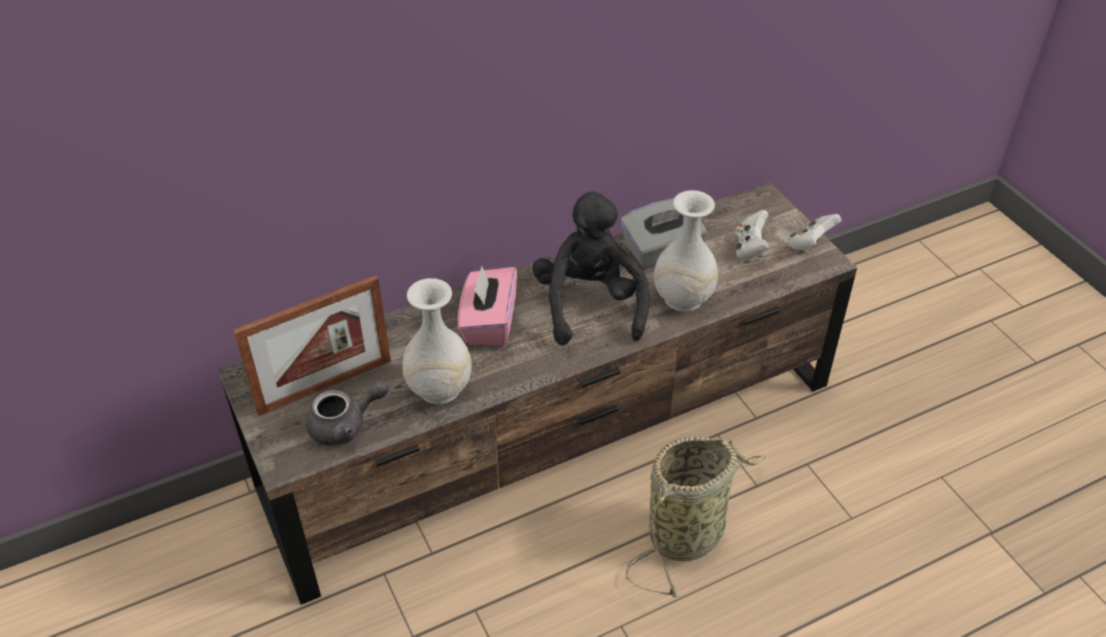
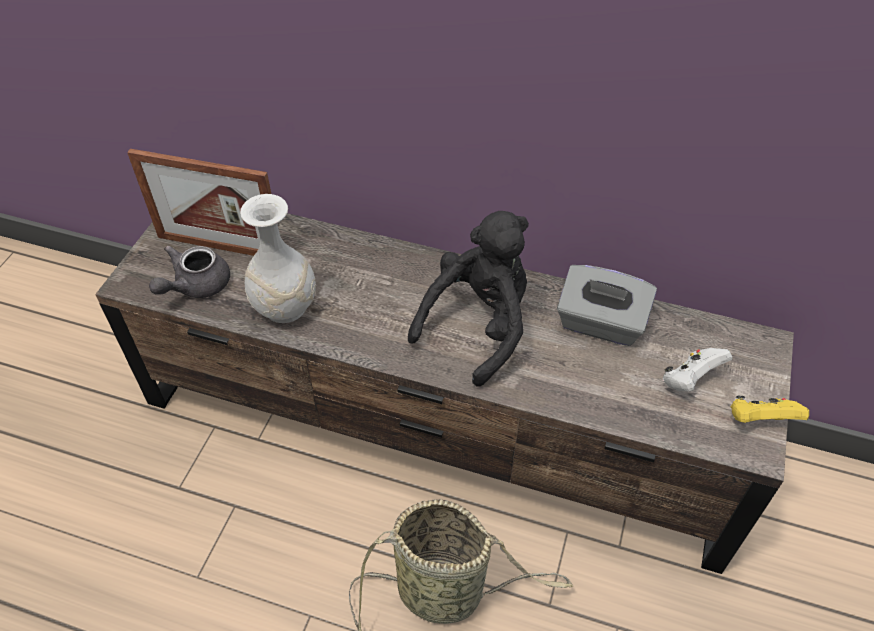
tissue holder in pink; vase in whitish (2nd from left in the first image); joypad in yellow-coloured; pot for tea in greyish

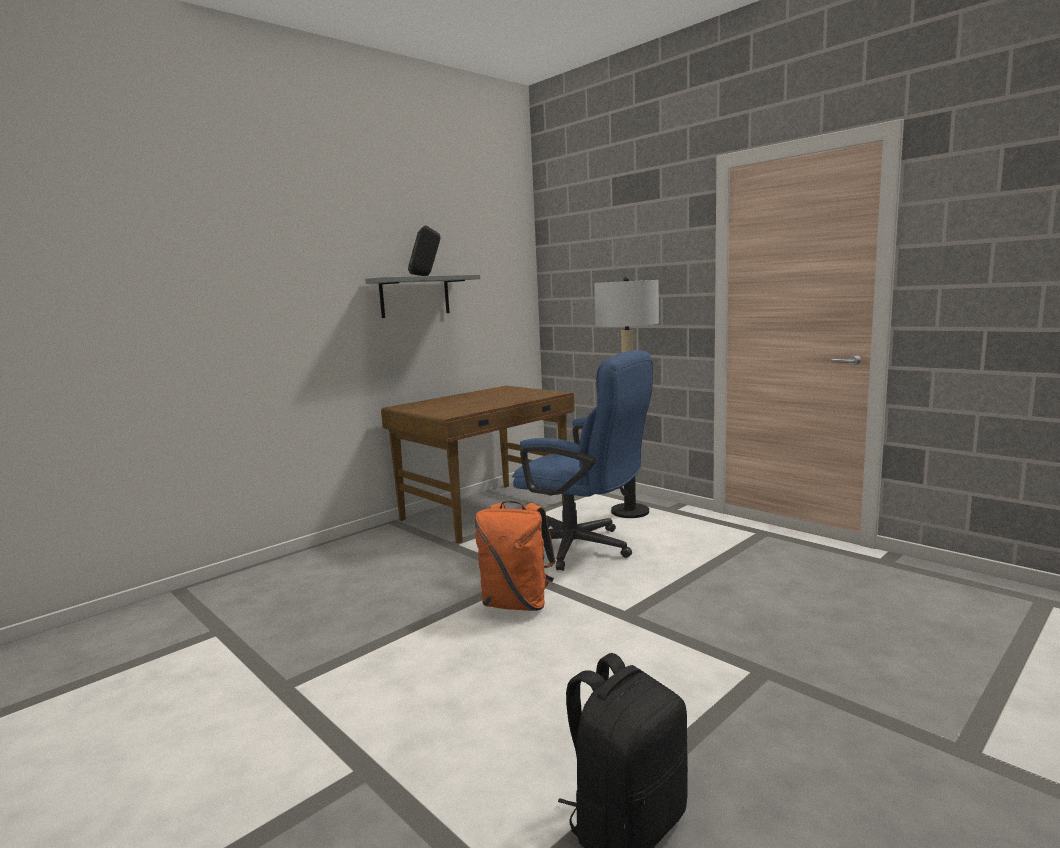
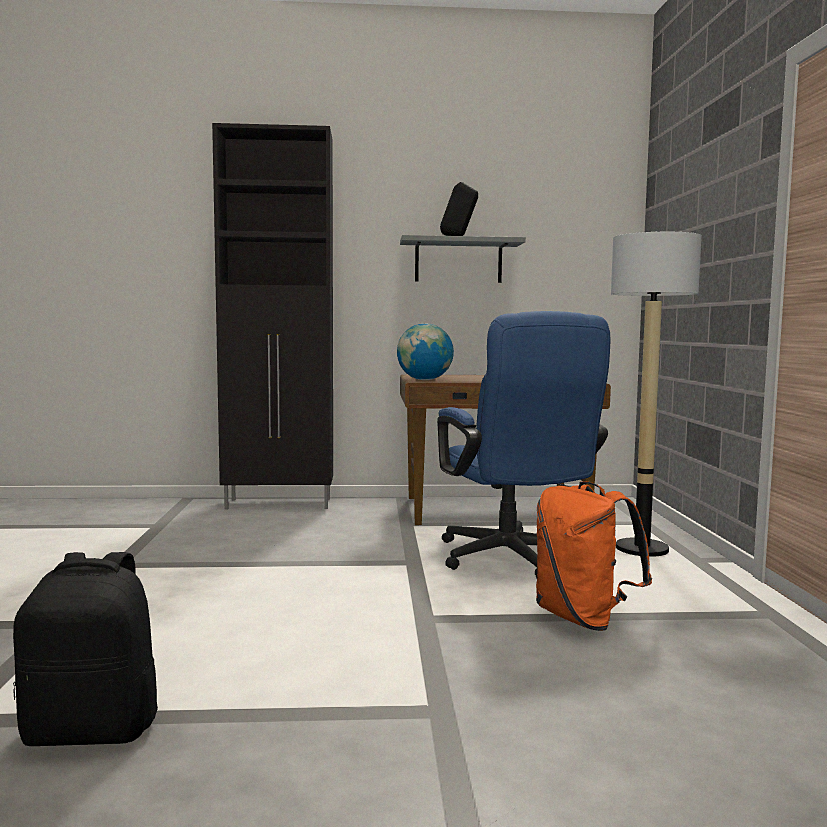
cabinet in black-coloured; globe; backpack in orange

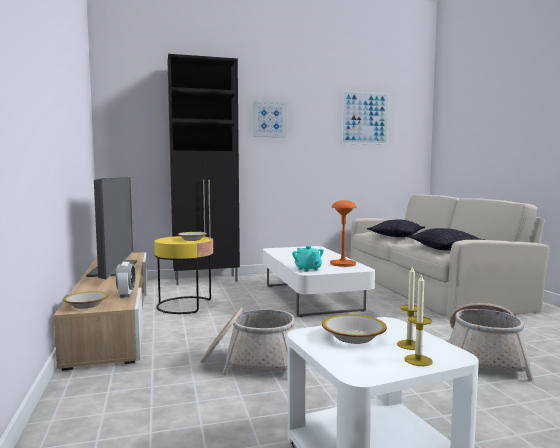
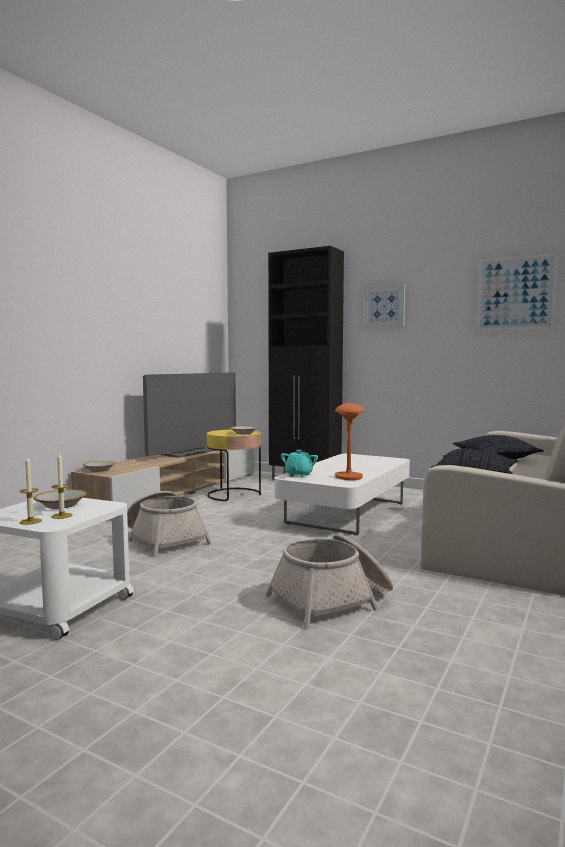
alarm clock

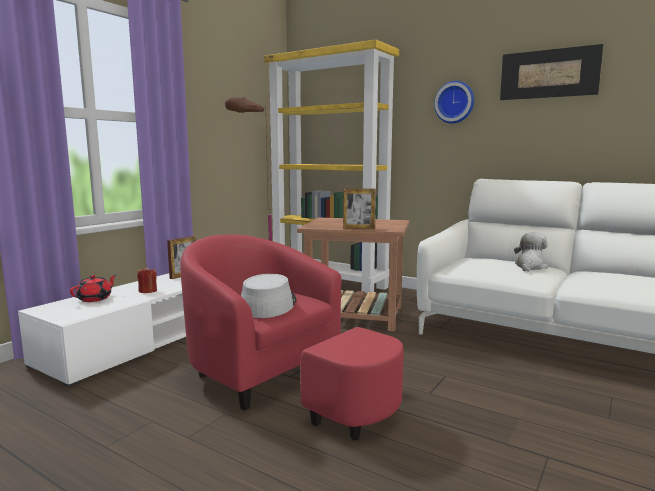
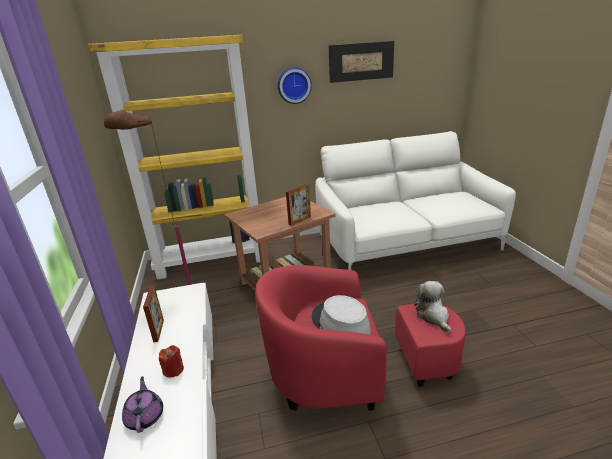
cuddly toy; pot for tea in purple-coloured

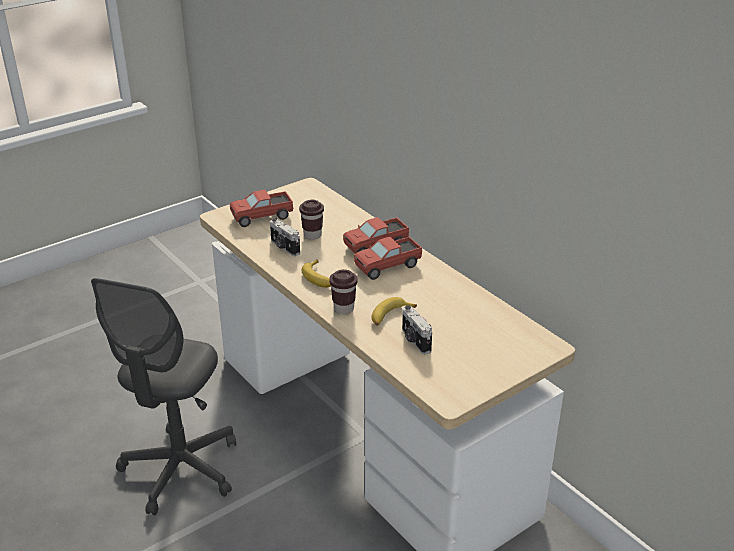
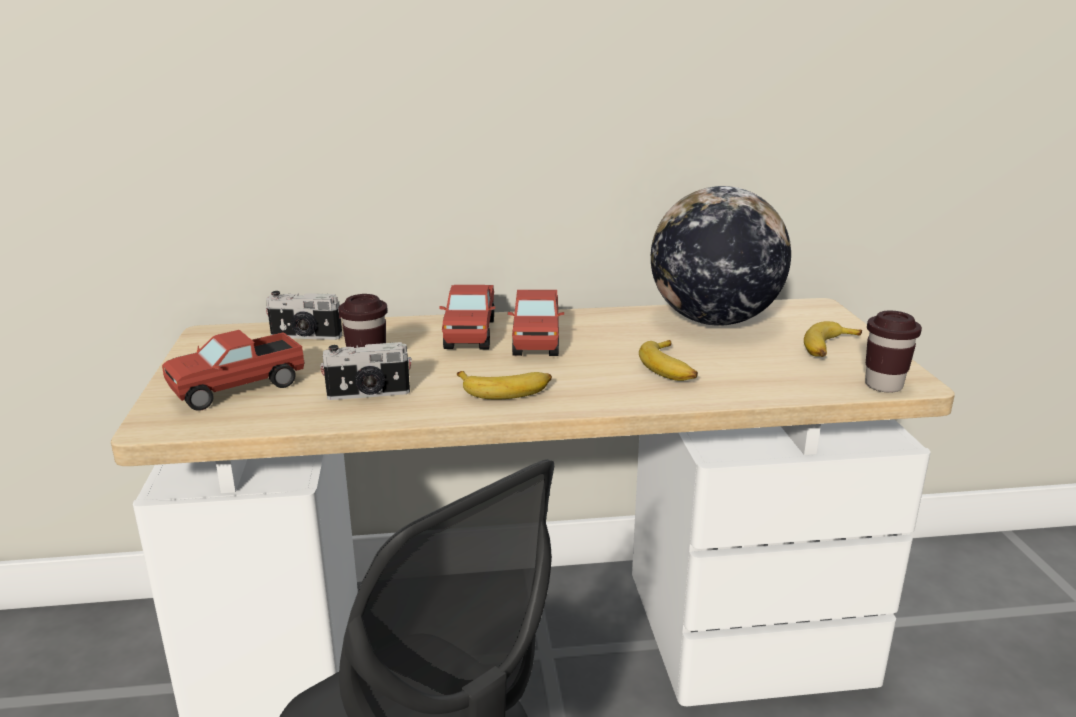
globe; banana fruit (3rd from left); drinking cup in brown-coloured (2nd from left); still camera (1st from left); model truck (1st from left)

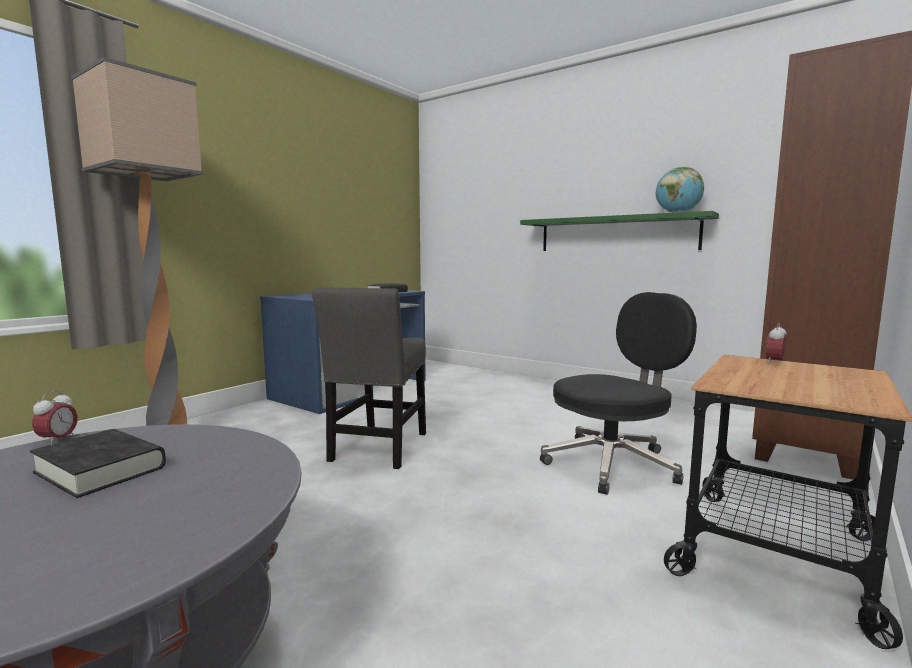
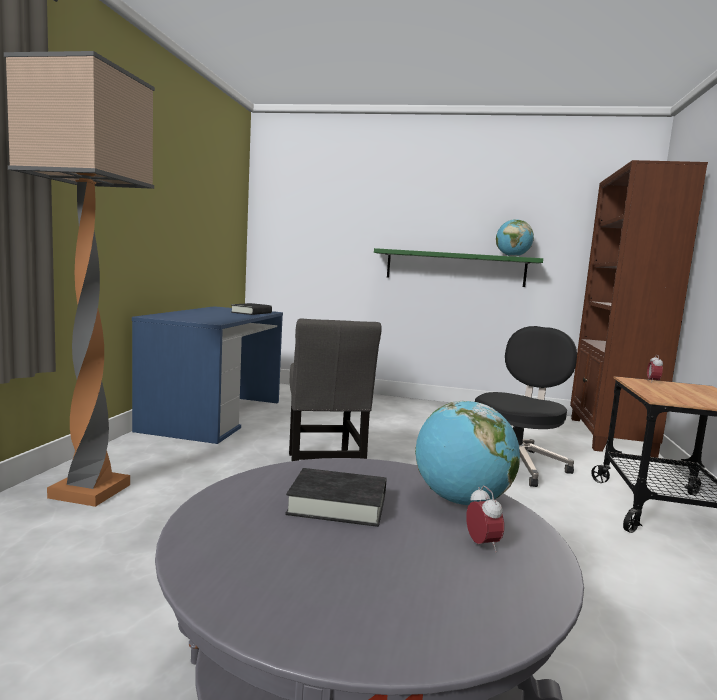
globe (1st from left); alarm clock (1st from left)

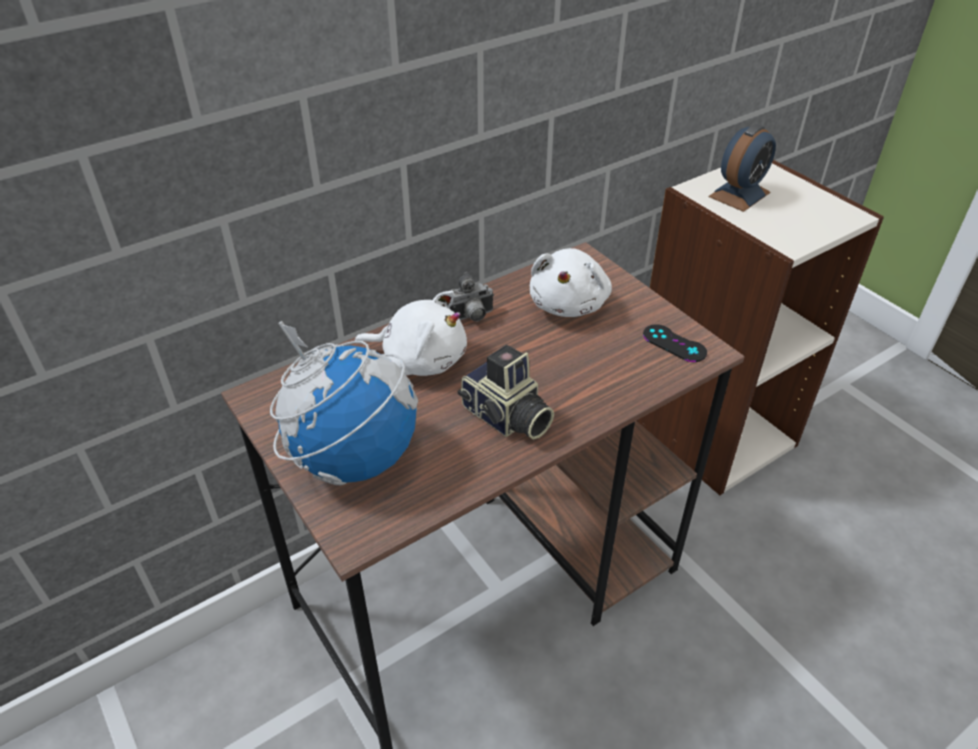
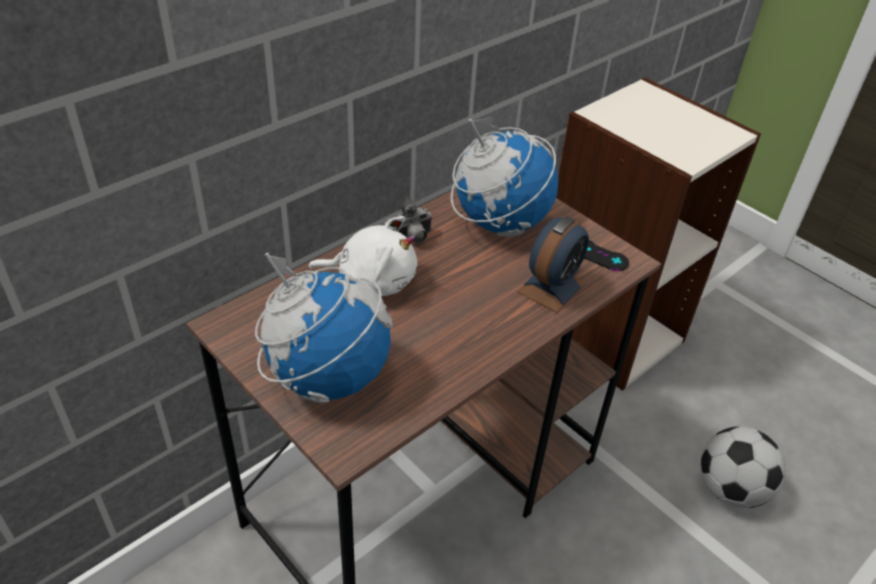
still camera (2nd from left in the first image); football ball; alarm clock; globe (2nd from left)

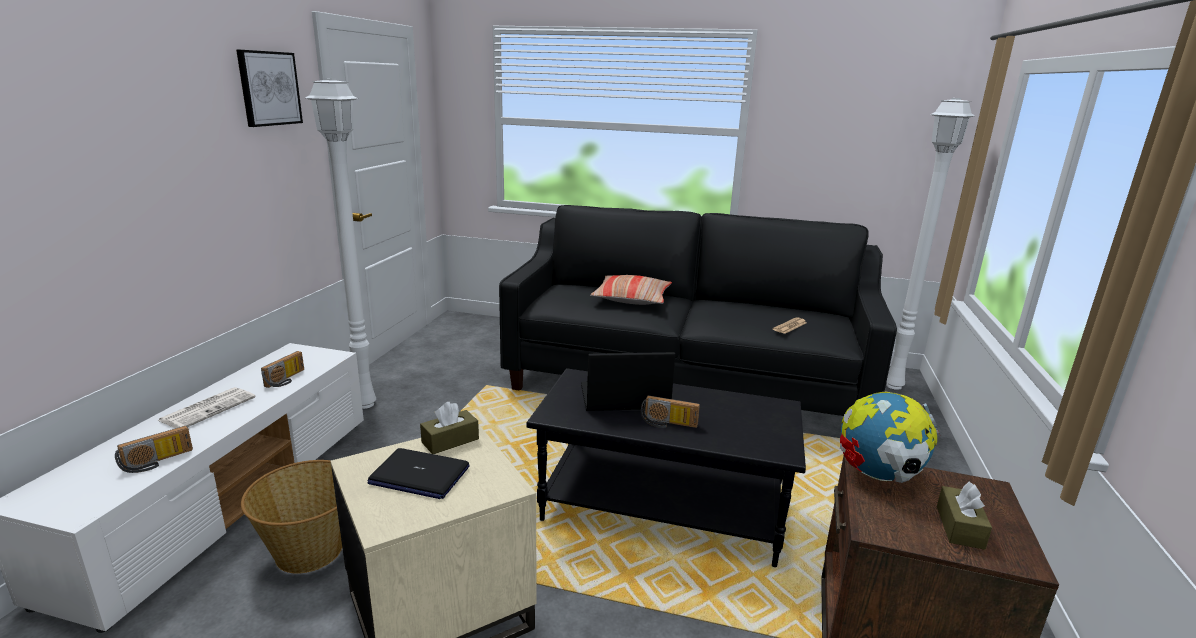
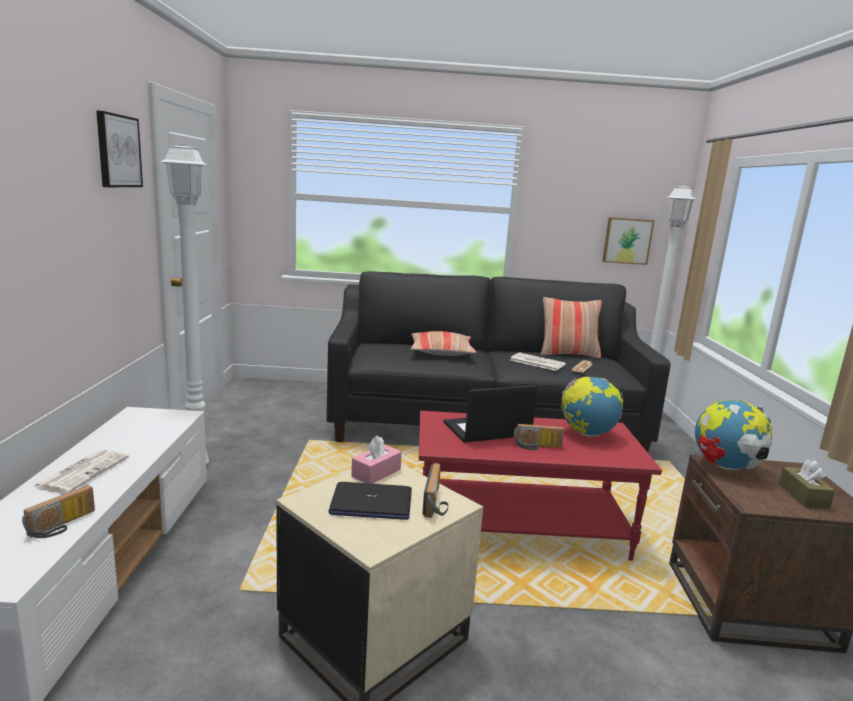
household basket; printed paper (2nd from left); cushion (2nd from left); globe (1st from left); wall picture (2nd from left); radio receiver (2nd from left); tissue holder in pink; coffee table in red

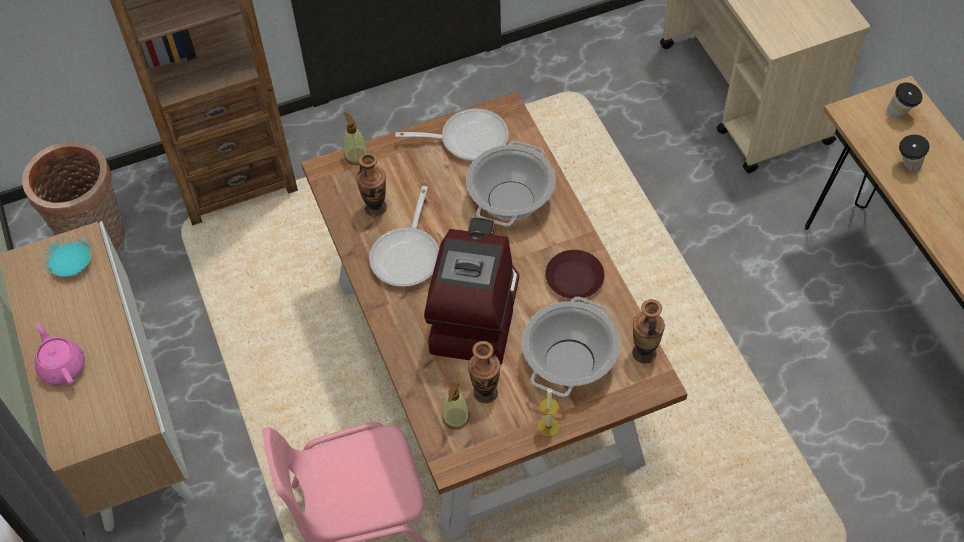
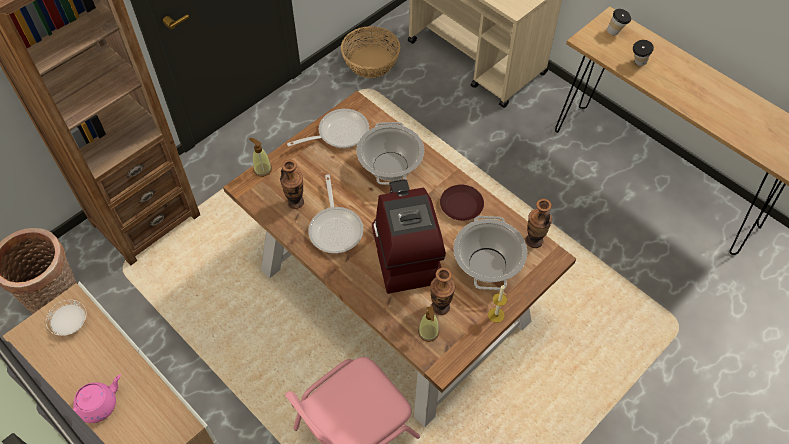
household basket (2nd from left); flat dish in whitish; pot for tea in pink

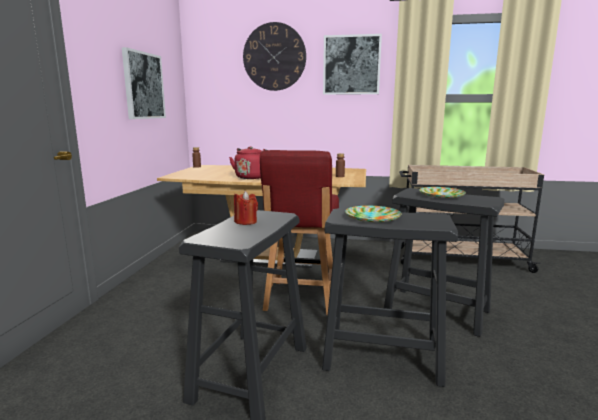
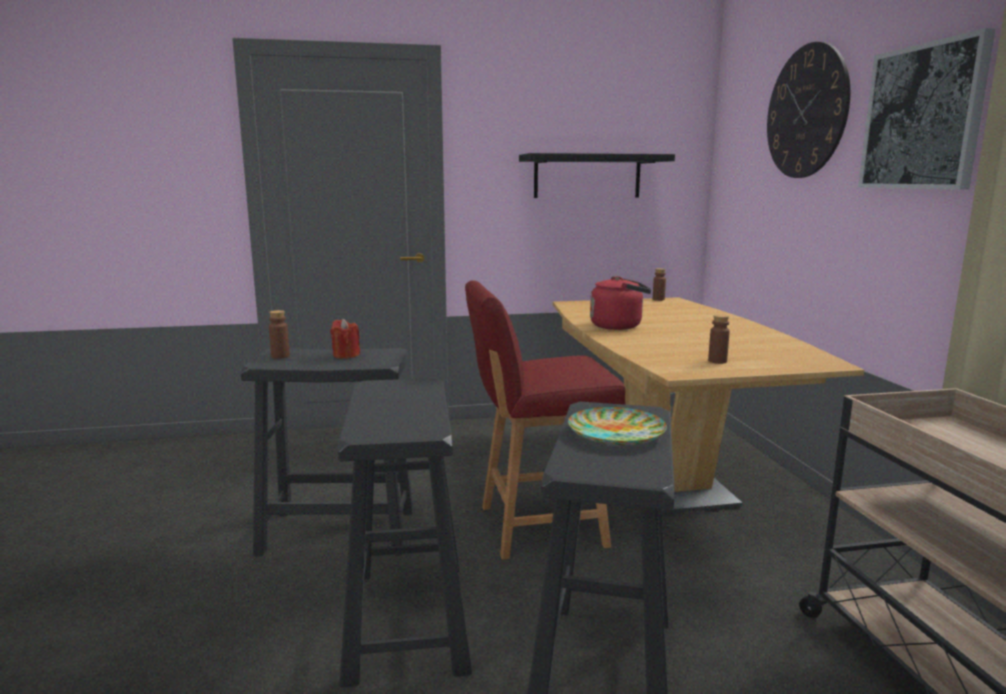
flat dish (1st from left in the first image); bottle in brown-coloured (1st from left); wall shelf in black-coloured

